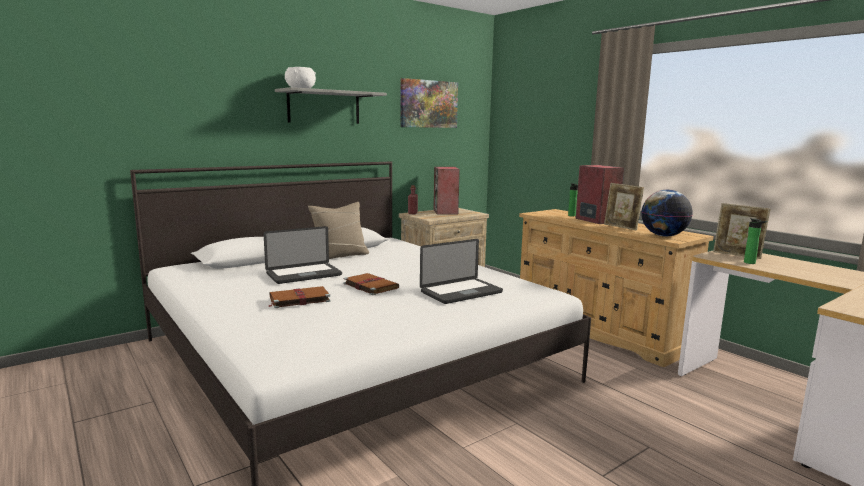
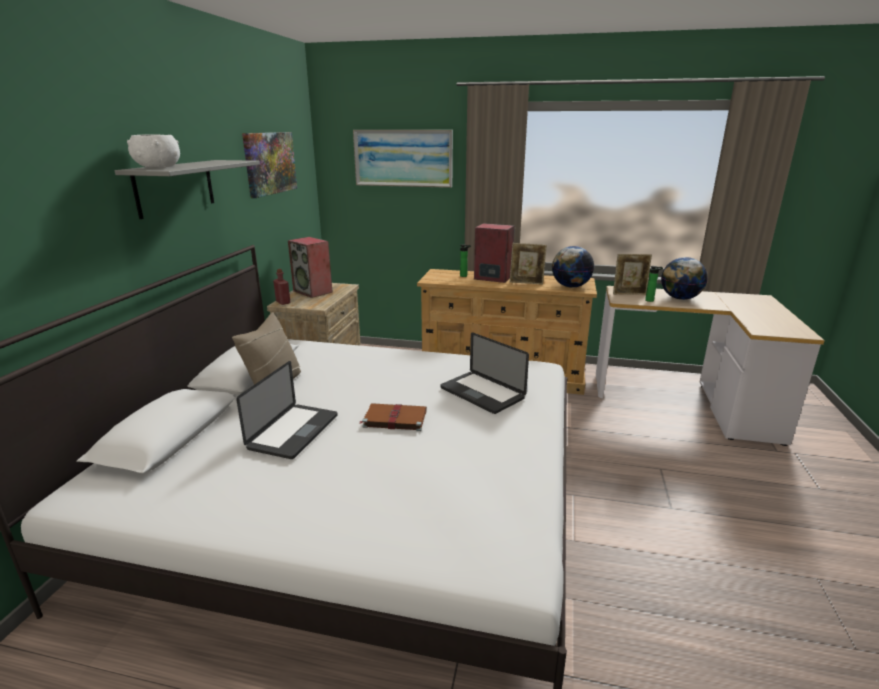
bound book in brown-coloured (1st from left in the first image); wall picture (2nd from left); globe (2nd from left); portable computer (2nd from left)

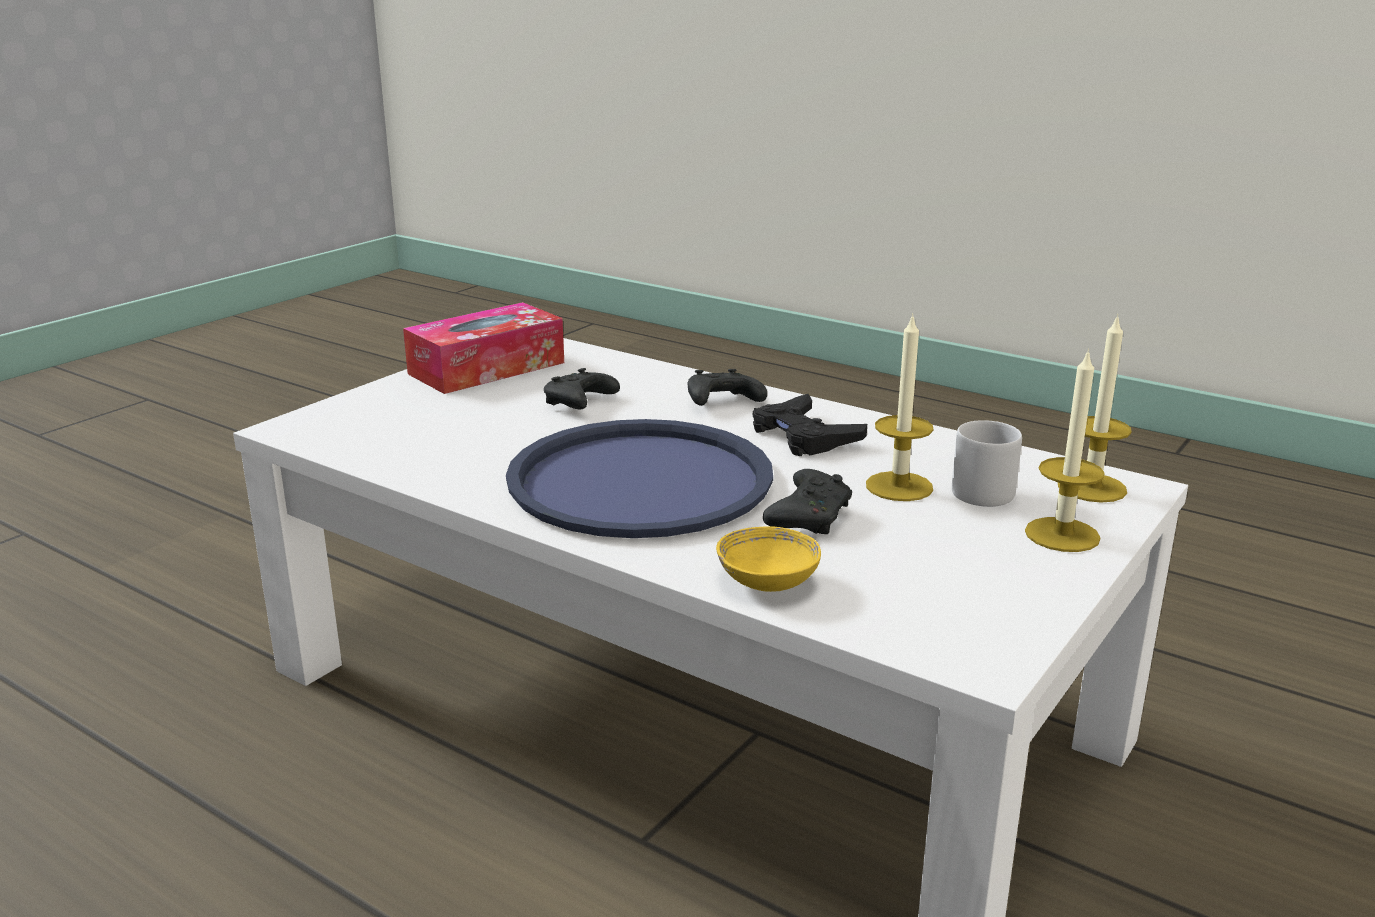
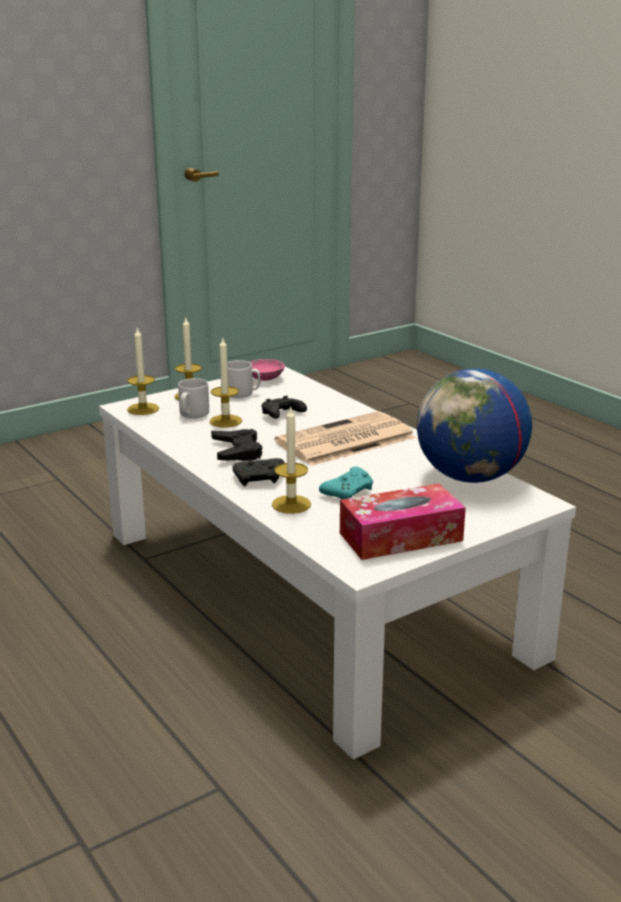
bowl in yellow-coloured; coffee mug in greyish (2nd from left); bowl in pink; wax candle (4th from left); globe; printed paper; joypad in turquoise

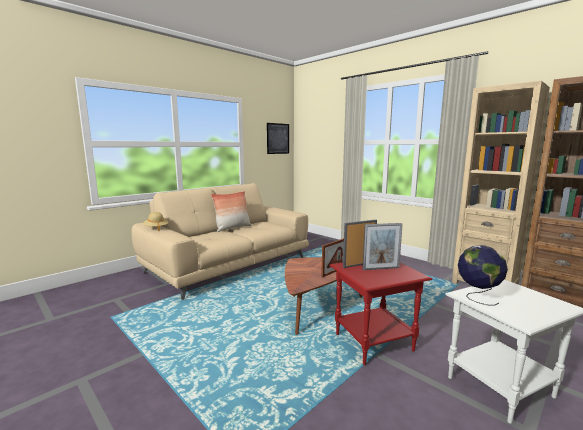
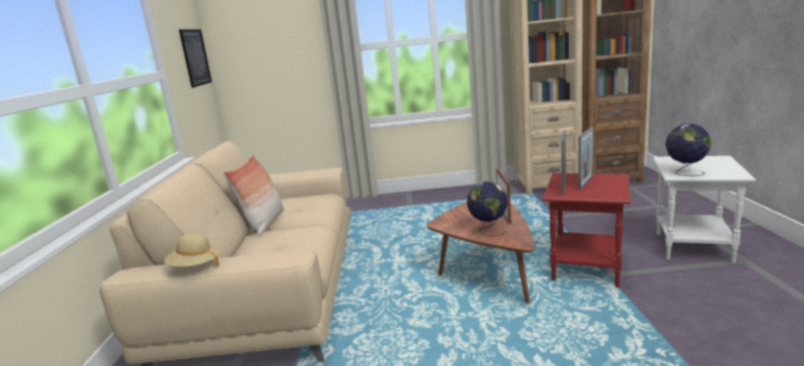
globe (1st from left)

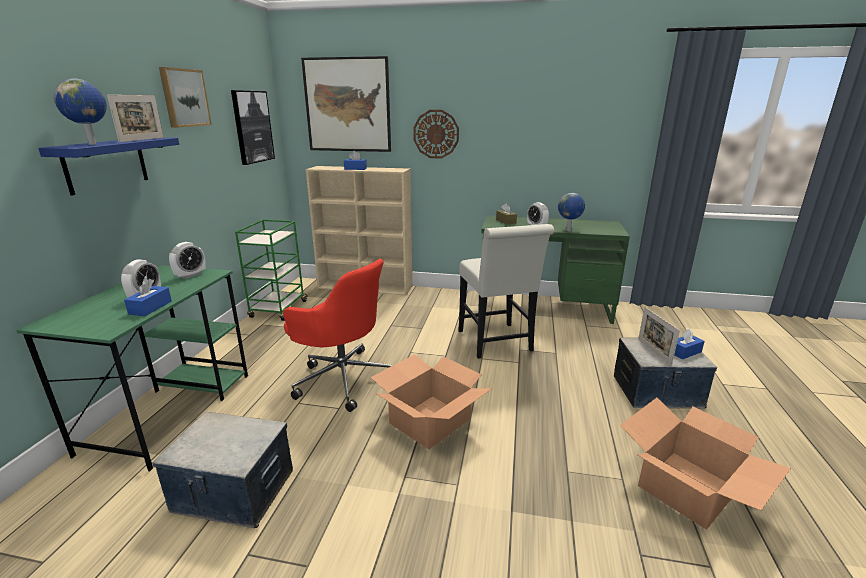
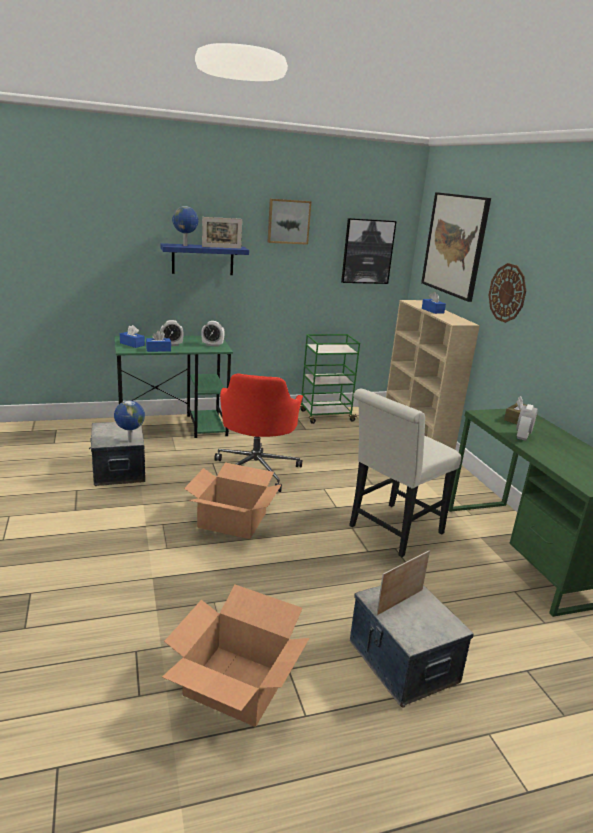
globe (1st from left); tissue holder in bluish (1st from left)

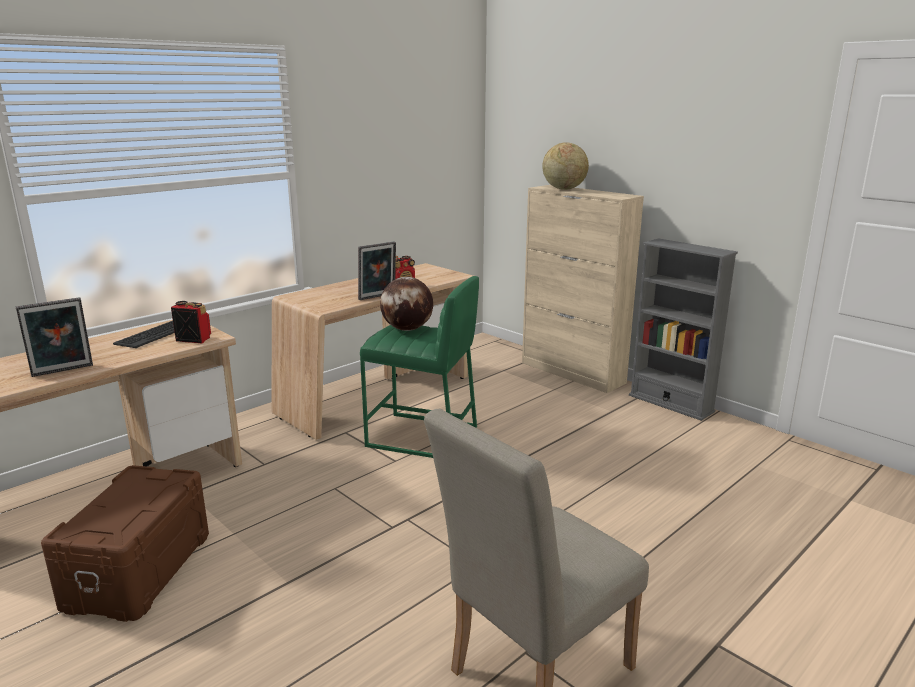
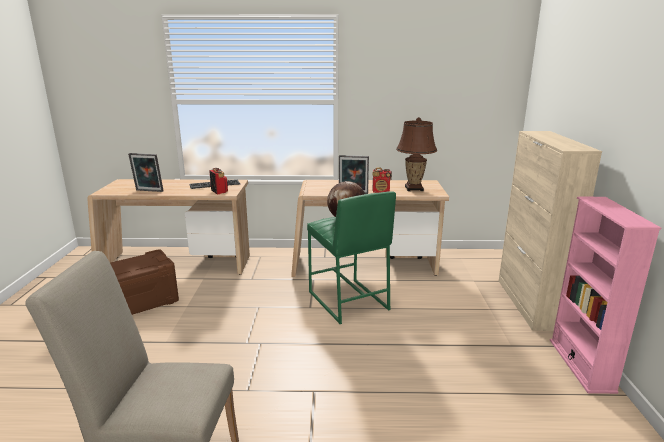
globe (2nd from left in the first image); tabletop lamp in brown-coloured; shelving unit in pink

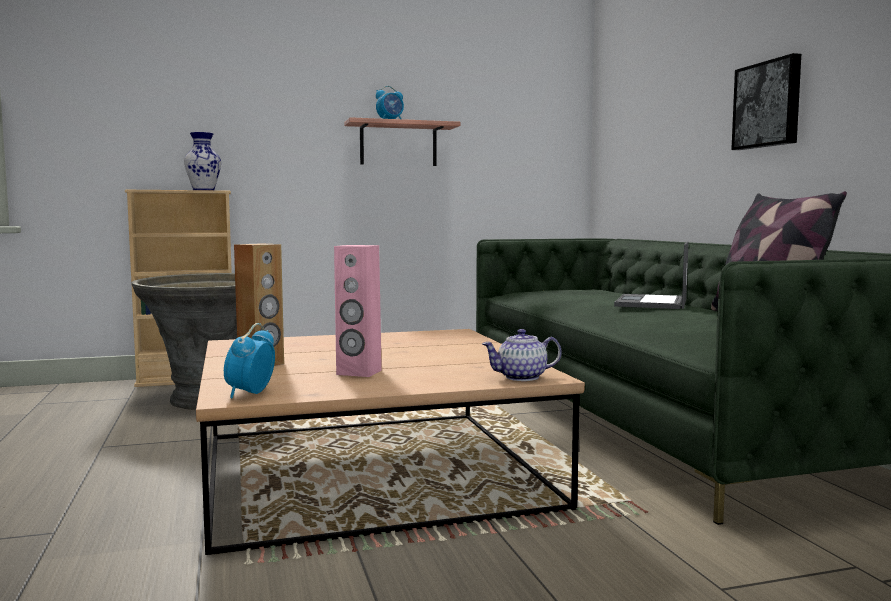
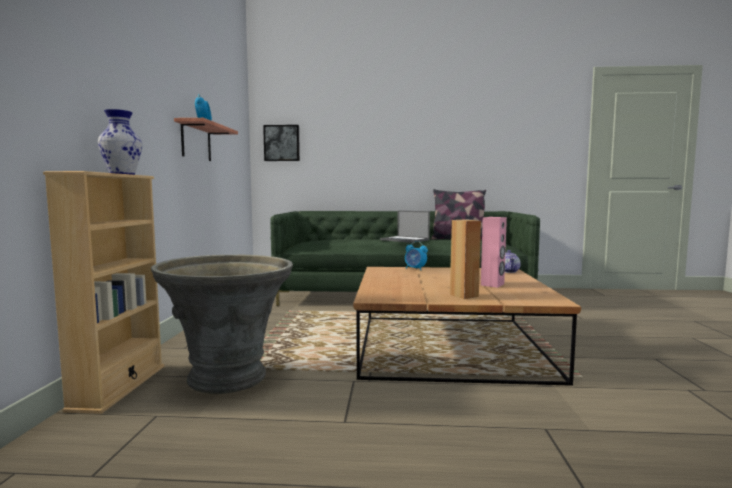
alarm clock (2nd from left); wall picture

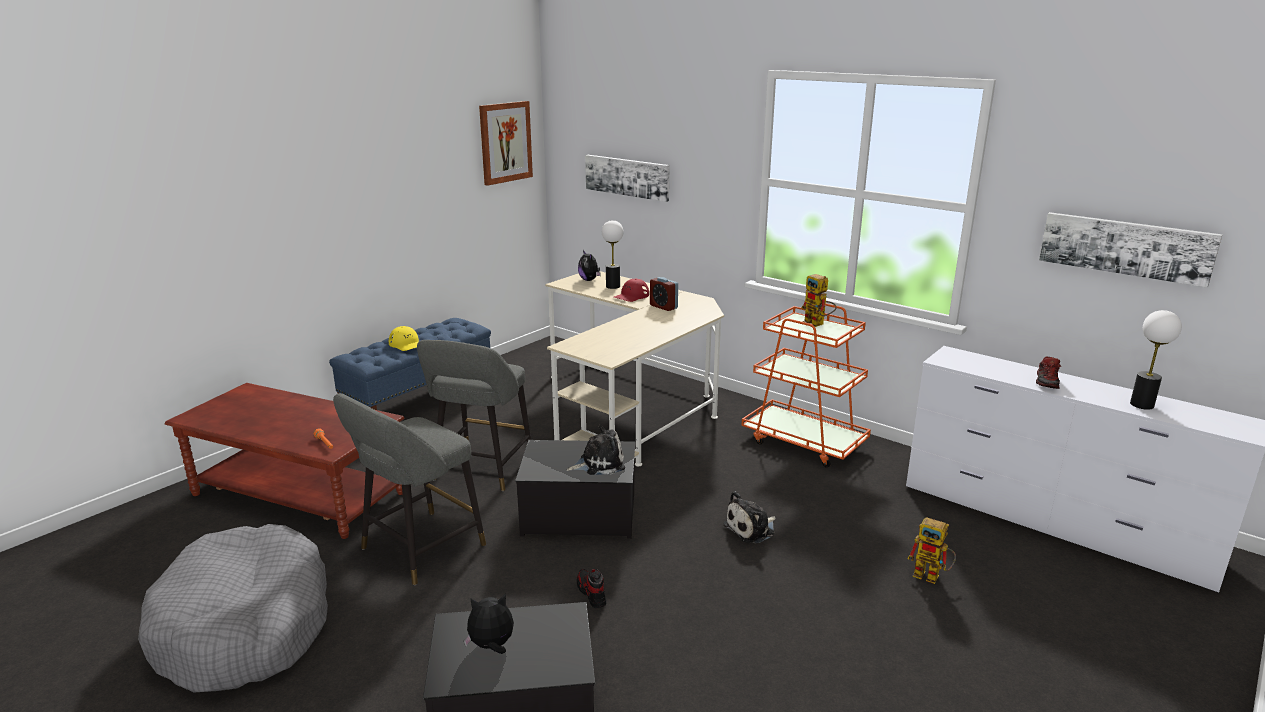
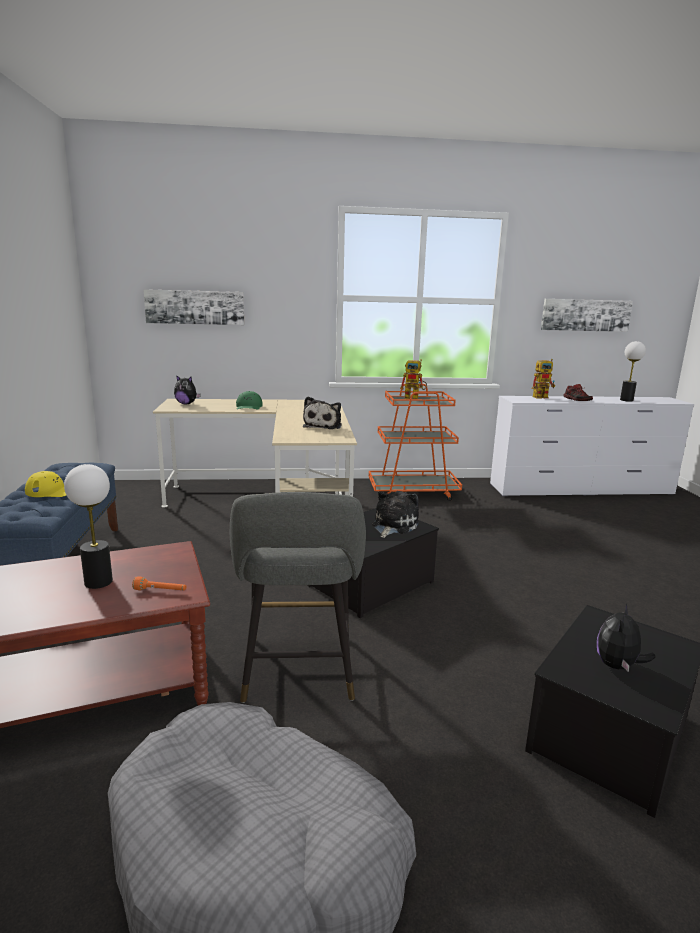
sitting stool in greyish (2nd from left in the first image); wall picture (1st from left in the first image); low shoe (1st from left in the first image); alarm clock; tabletop lamp (1st from left); cuddly toy (2nd from left); model robot (2nd from left); cap in green

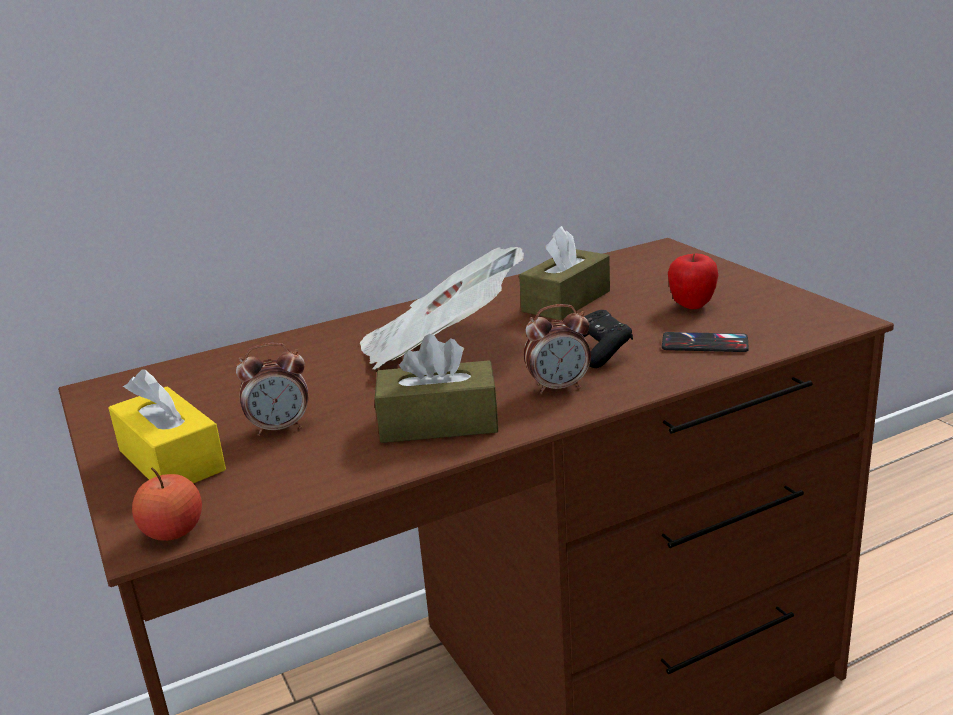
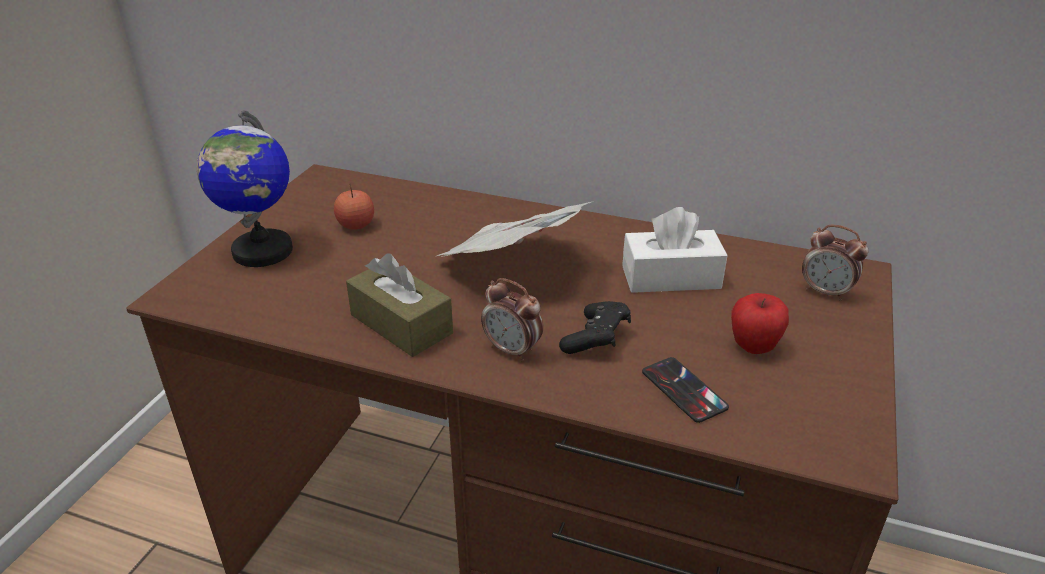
apple fruit (1st from left); alarm clock (2nd from left); globe; tissue holder in whitish

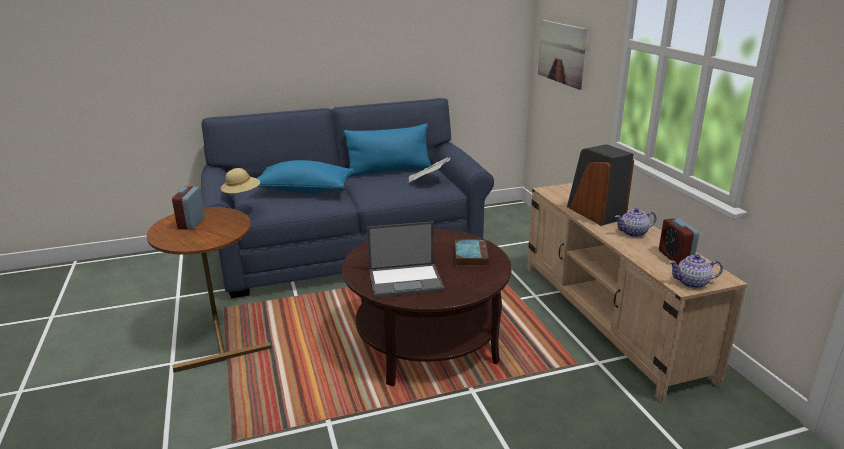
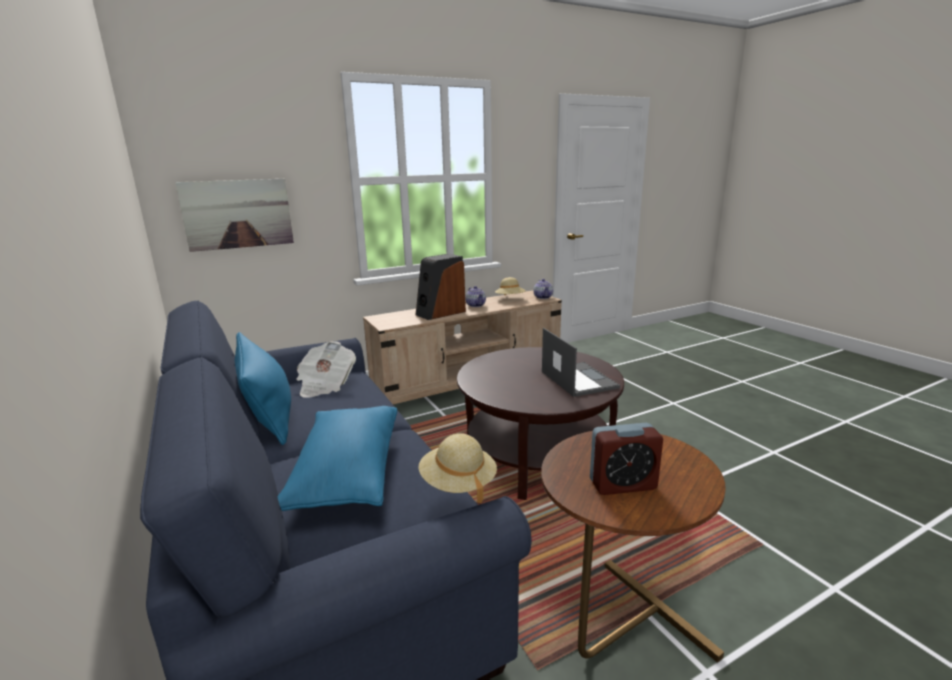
bound book; wearable hat in beige-coloured (2nd from left)

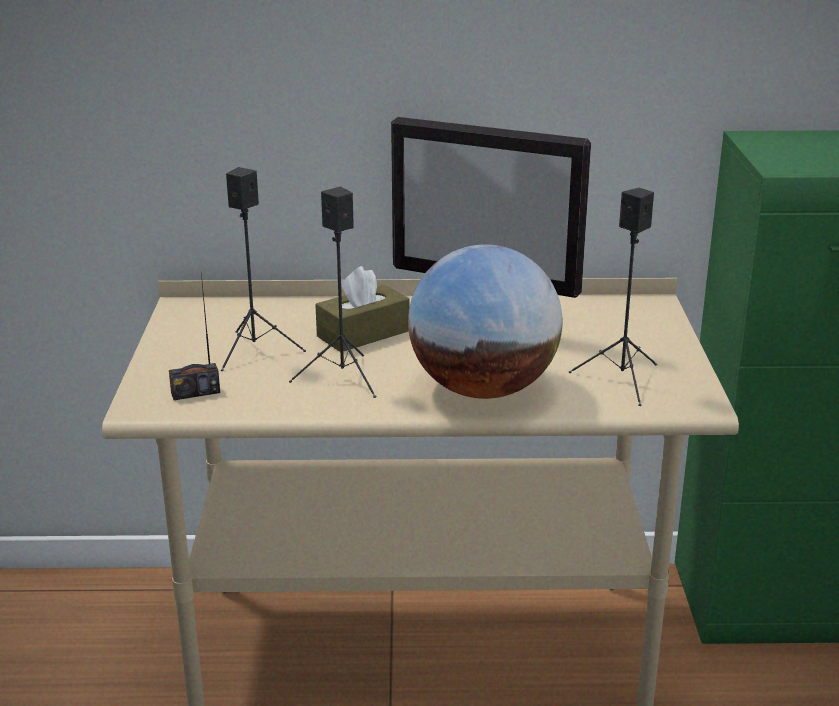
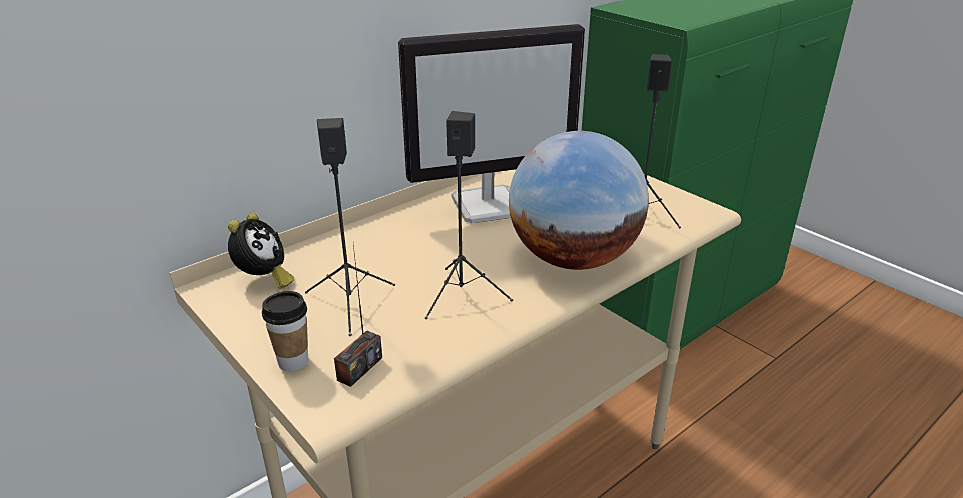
tissue holder in brown-coloured; alarm clock; drinking cup

